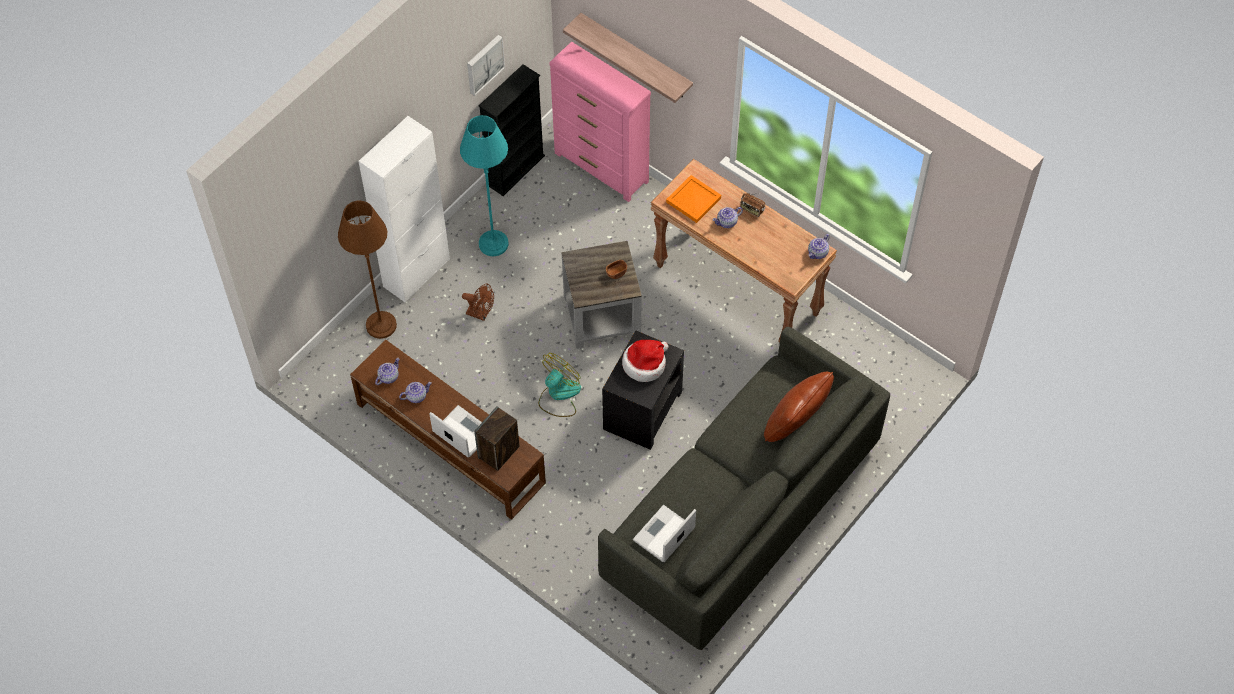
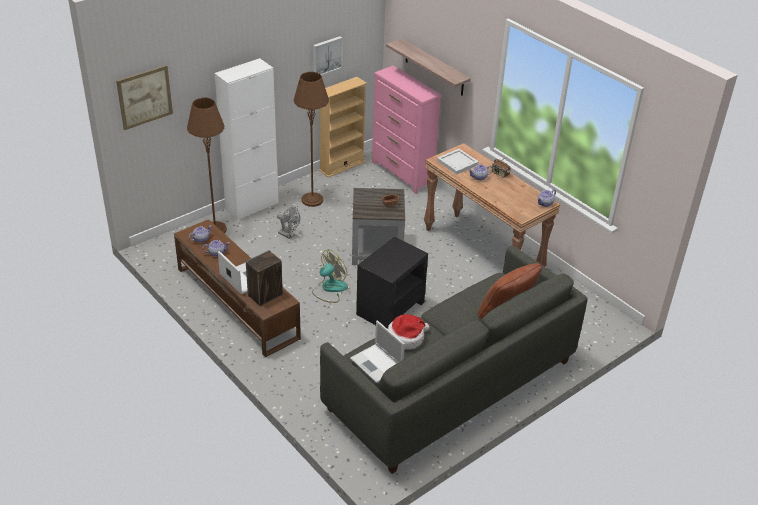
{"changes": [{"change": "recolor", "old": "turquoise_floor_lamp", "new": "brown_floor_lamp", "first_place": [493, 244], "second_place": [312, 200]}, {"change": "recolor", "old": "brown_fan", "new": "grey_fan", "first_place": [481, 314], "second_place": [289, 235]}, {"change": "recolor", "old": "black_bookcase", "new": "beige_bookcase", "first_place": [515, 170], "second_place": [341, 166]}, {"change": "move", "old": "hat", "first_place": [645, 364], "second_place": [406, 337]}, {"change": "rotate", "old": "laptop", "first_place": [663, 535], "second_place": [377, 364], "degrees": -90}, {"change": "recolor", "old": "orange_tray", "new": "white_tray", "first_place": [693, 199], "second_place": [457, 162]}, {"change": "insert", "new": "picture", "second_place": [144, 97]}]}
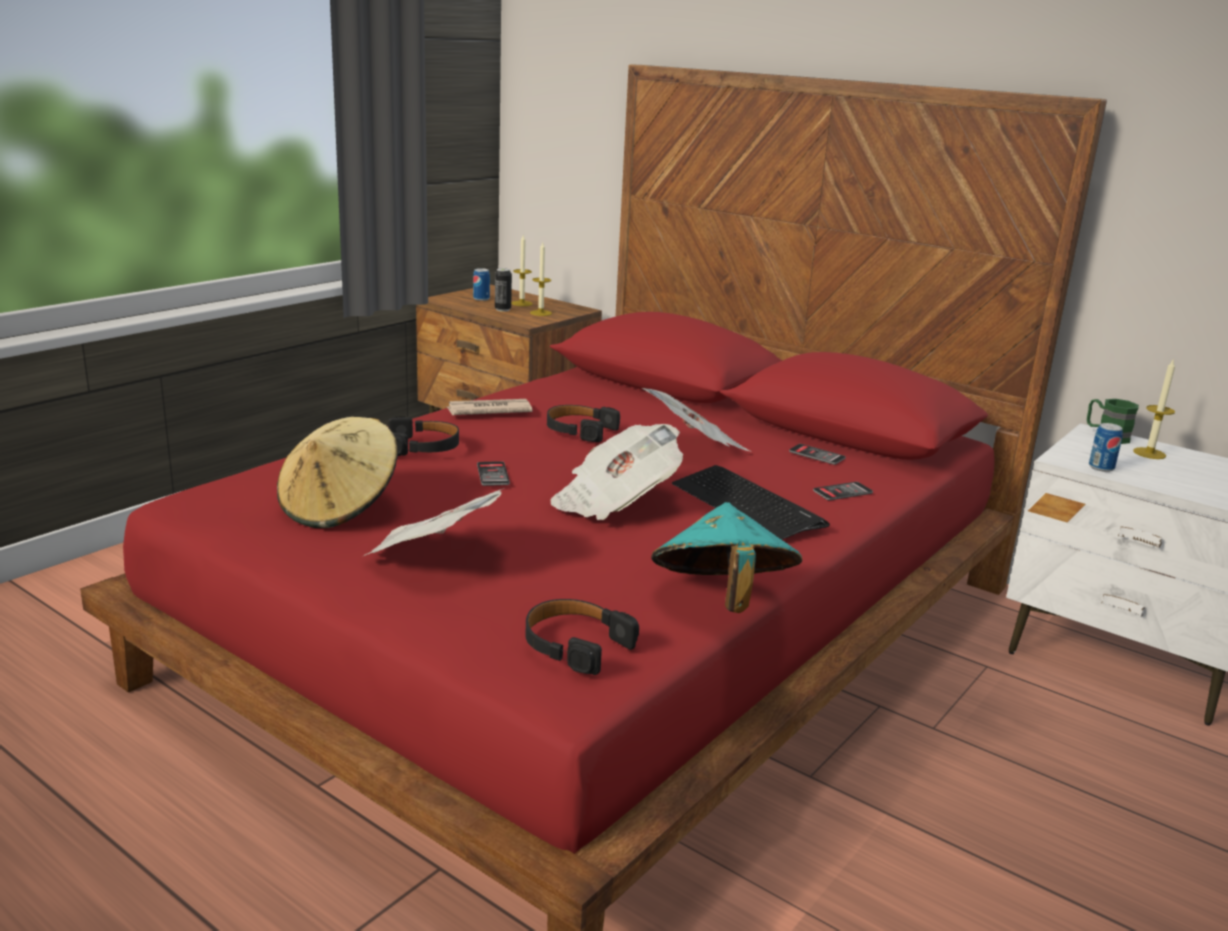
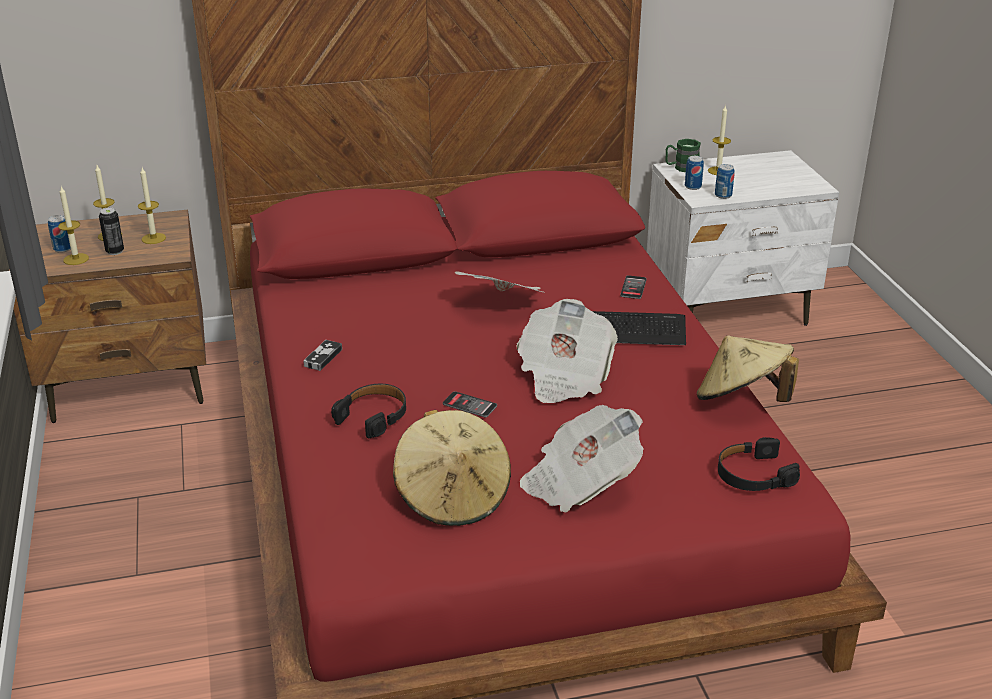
{"changes": [{"change": "replace", "old": "newspaper", "new": "game_controller", "first_place": [488, 411], "second_place": [323, 357]}, {"change": "delete", "old": "black_headphones", "first_place": [580, 430]}, {"change": "recolor", "old": "turquoise_hat", "new": "beige_hat", "first_place": [721, 600], "second_place": [741, 400]}, {"change": "delete", "old": "phone", "first_place": [817, 455]}, {"change": "insert", "new": "candle", "second_place": [76, 259]}, {"change": "insert", "new": "can", "second_place": [693, 186]}]}
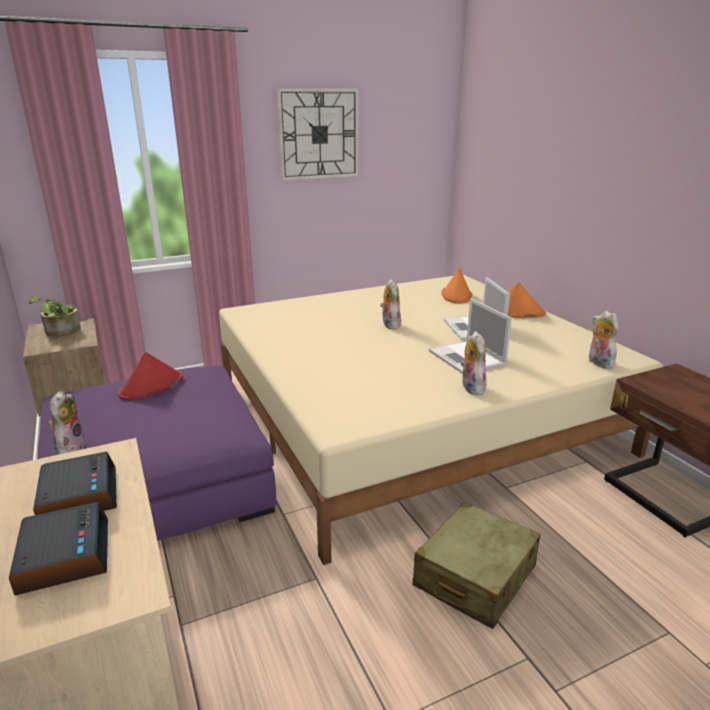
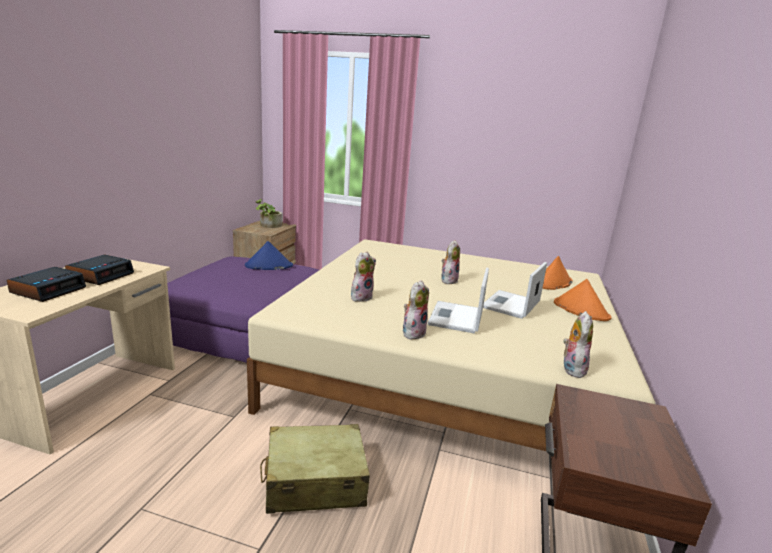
{"changes": [{"change": "move", "old": "plush_toy", "first_place": [70, 449], "second_place": [361, 297]}, {"change": "recolor", "old": "red_hat", "new": "blue_hat", "first_place": [151, 386], "second_place": [268, 266]}, {"change": "delete", "old": "wall_clock", "first_place": [319, 134]}]}
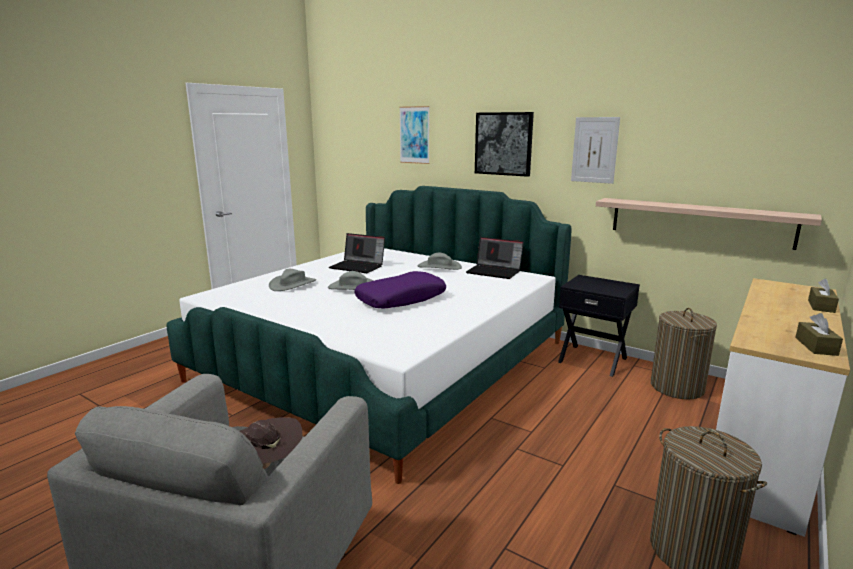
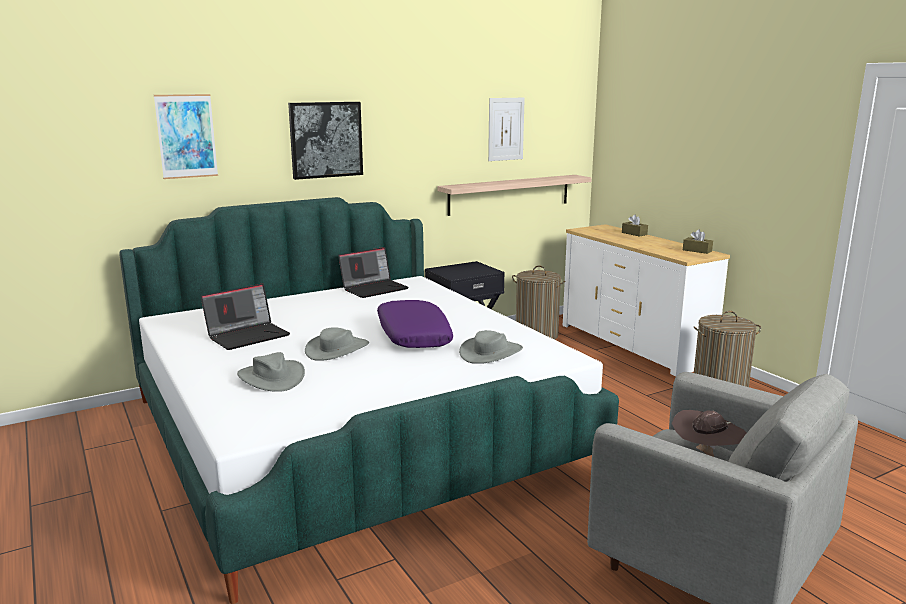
{"changes": [{"change": "move", "old": "grey_hat", "first_place": [439, 267], "second_place": [491, 353]}, {"change": "move", "old": "picture", "first_place": [594, 150], "second_place": [506, 129]}]}
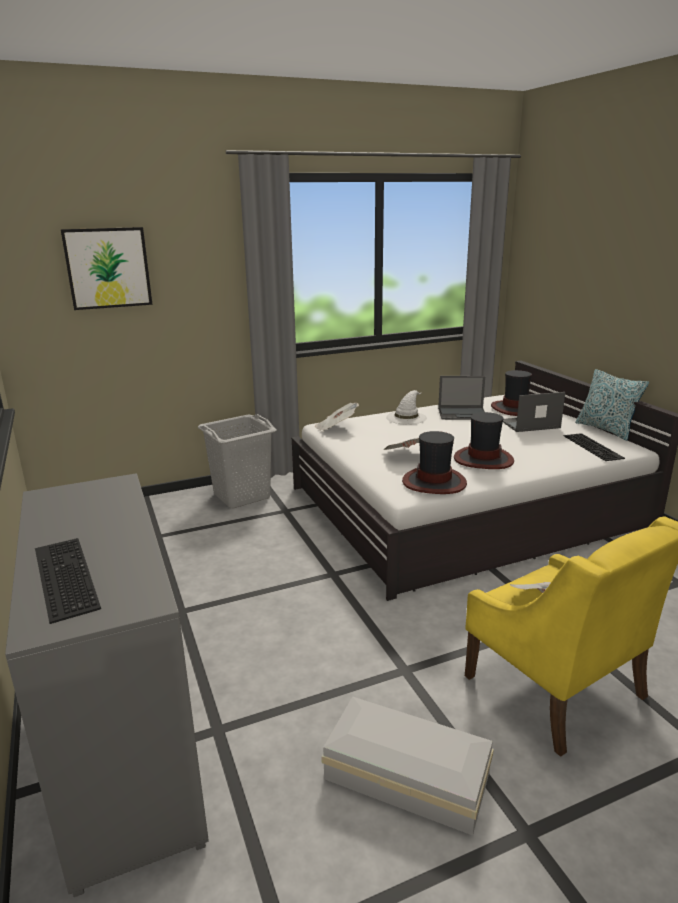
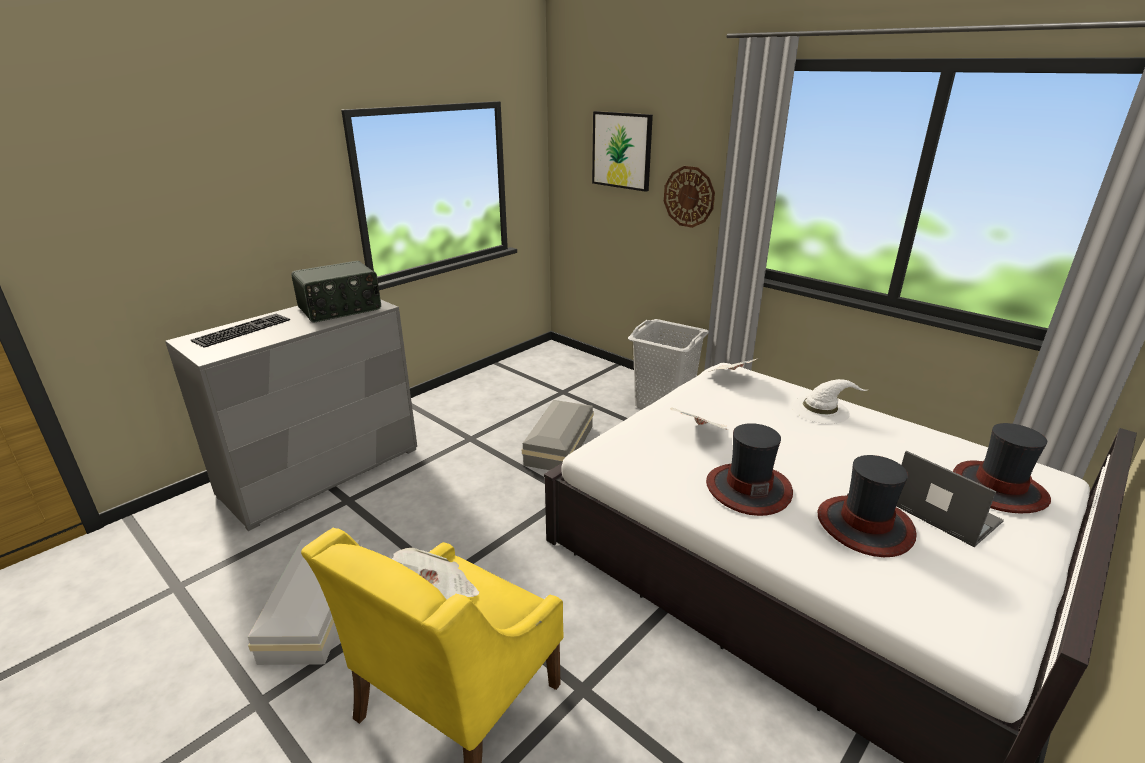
{"changes": [{"change": "move", "old": "hat", "first_place": [434, 482], "second_place": [865, 526]}, {"change": "delete", "old": "laptop", "first_place": [463, 414]}, {"change": "delete", "old": "keyboard", "first_place": [594, 447]}, {"change": "delete", "old": "pillow", "first_place": [606, 429]}, {"change": "insert", "new": "radio", "second_place": [340, 309]}, {"change": "insert", "new": "grey_storage_box", "second_place": [561, 444]}, {"change": "insert", "new": "wall_clock", "second_place": [689, 196]}]}
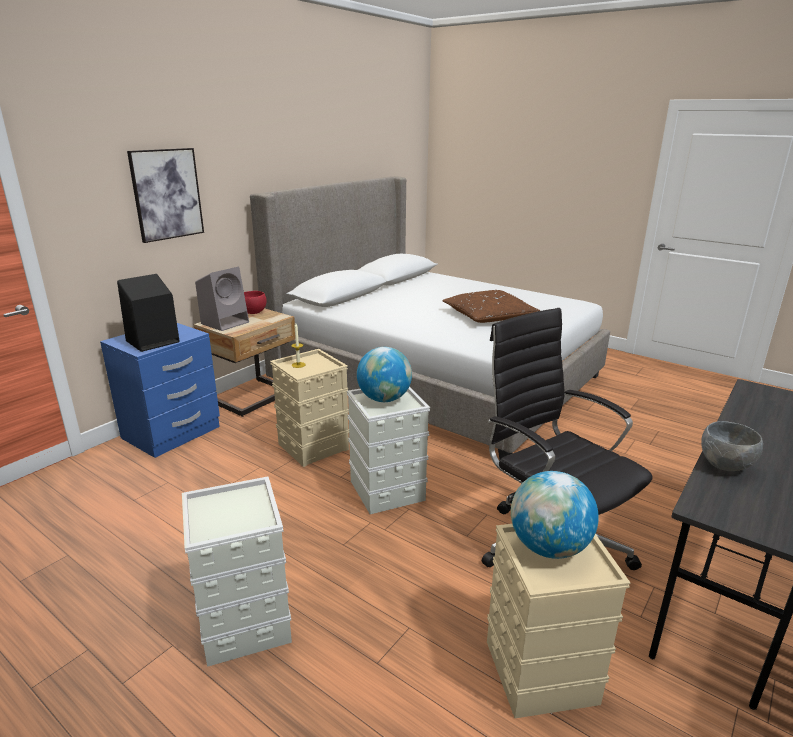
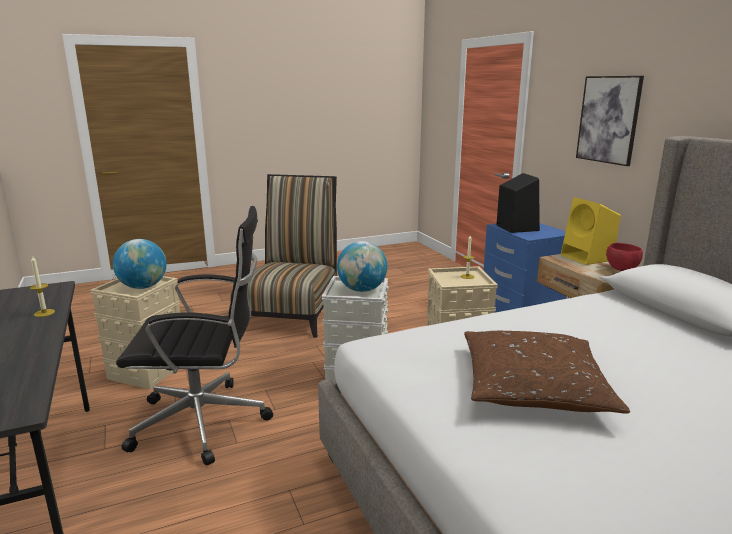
{"changes": [{"change": "replace", "old": "grey_storage_box", "new": "chair", "first_place": [244, 622], "second_place": [292, 312]}, {"change": "recolor", "old": "grey_speaker", "new": "yellow_speaker", "first_place": [225, 322], "second_place": [588, 258]}, {"change": "replace", "old": "grey_bowl", "new": "candle", "first_place": [725, 465], "second_place": [44, 313]}]}
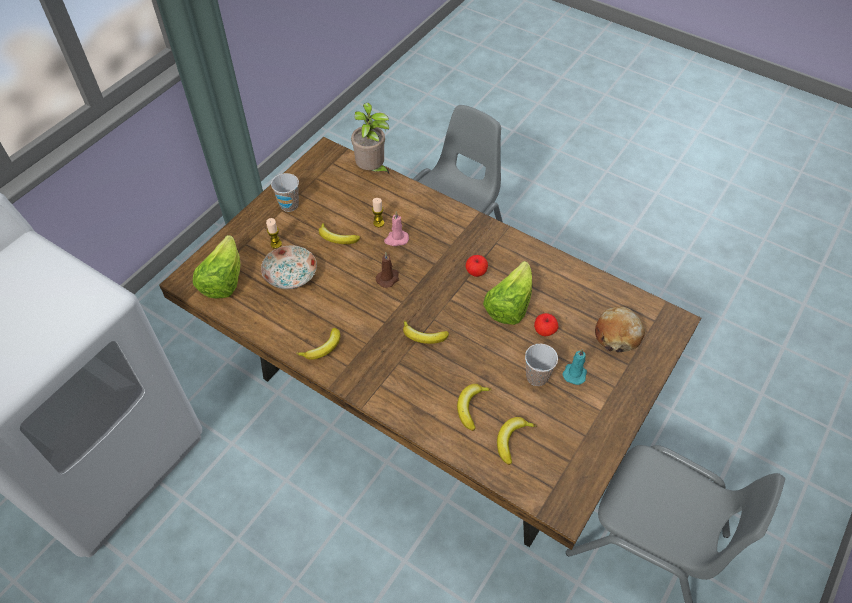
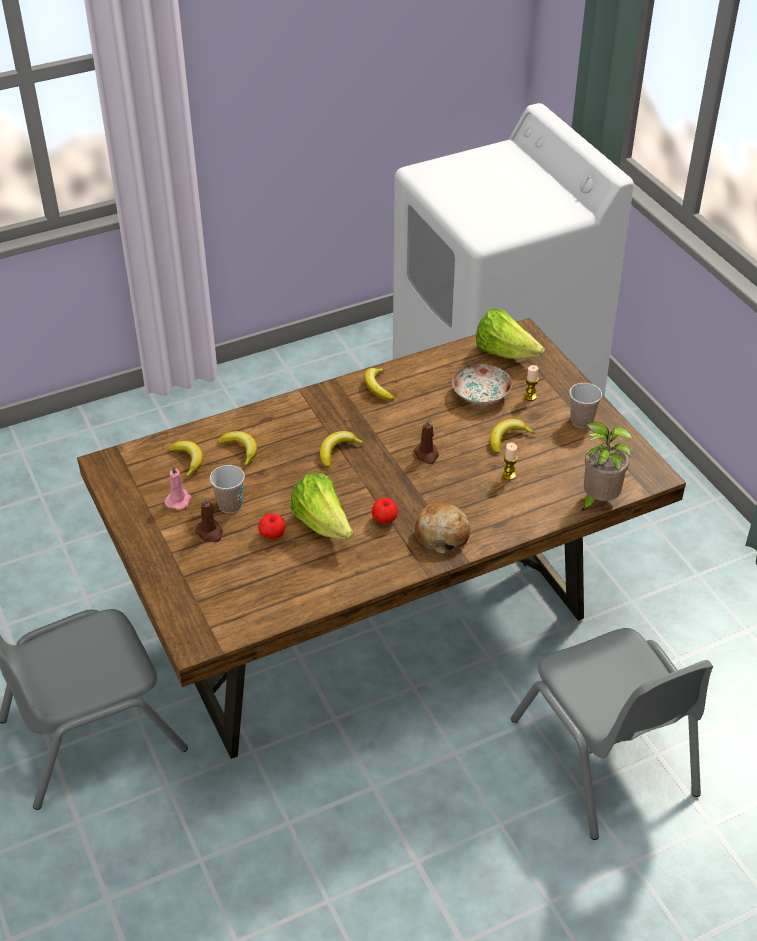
{"changes": [{"change": "move", "old": "pink_candle", "first_place": [396, 239], "second_place": [178, 500]}, {"change": "recolor", "old": "turquoise_candle", "new": "brown_candle", "first_place": [575, 373], "second_place": [210, 533]}, {"change": "move", "old": "bread", "first_place": [617, 334], "second_place": [442, 534]}]}
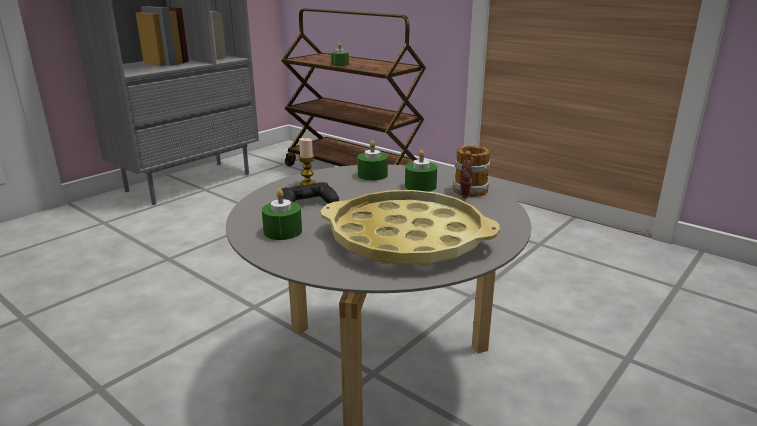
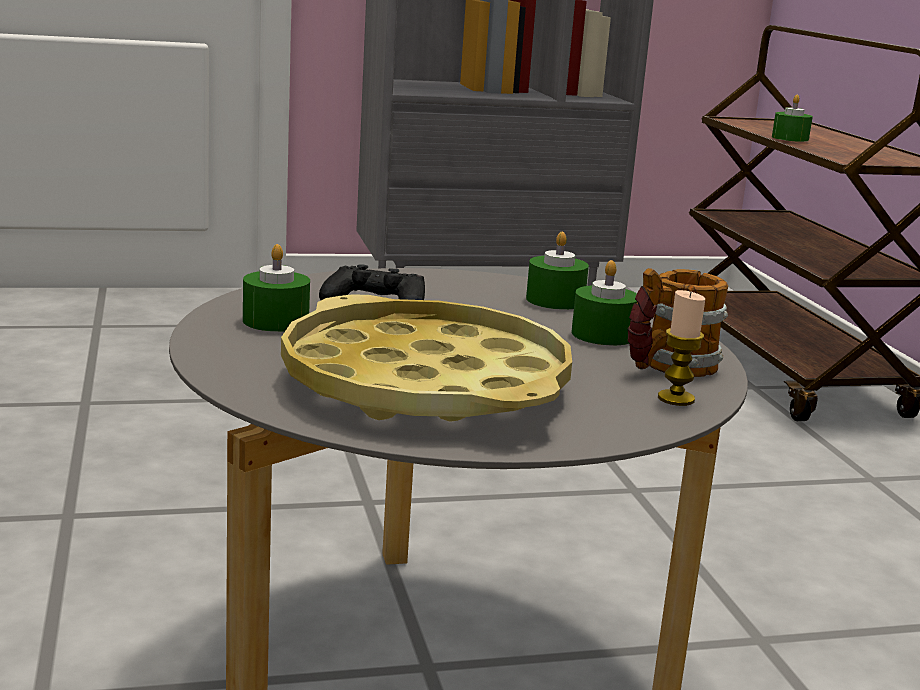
{"changes": [{"change": "move", "old": "candle", "first_place": [307, 183], "second_place": [676, 399]}]}
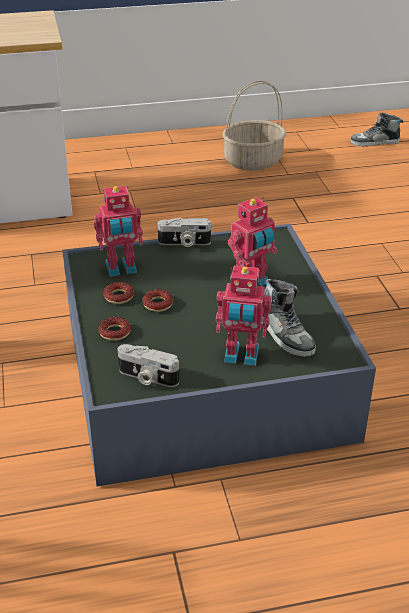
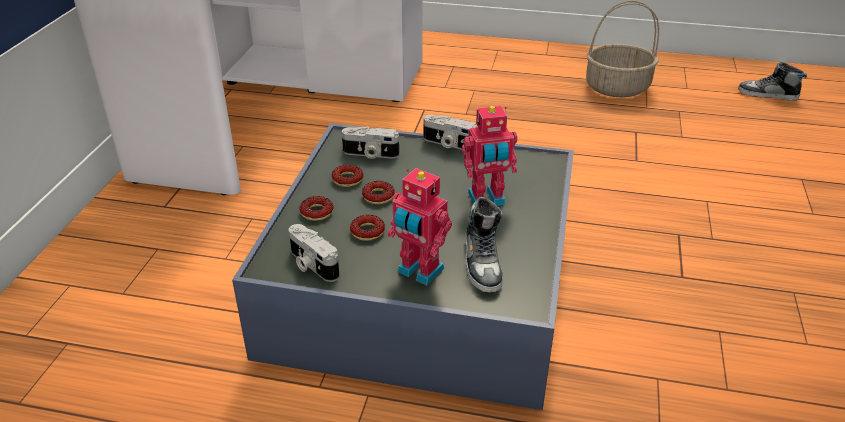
{"changes": [{"change": "replace", "old": "toy_robot", "new": "photo_camera", "first_place": [121, 269], "second_place": [370, 154]}, {"change": "insert", "new": "donut", "second_place": [367, 231]}]}
